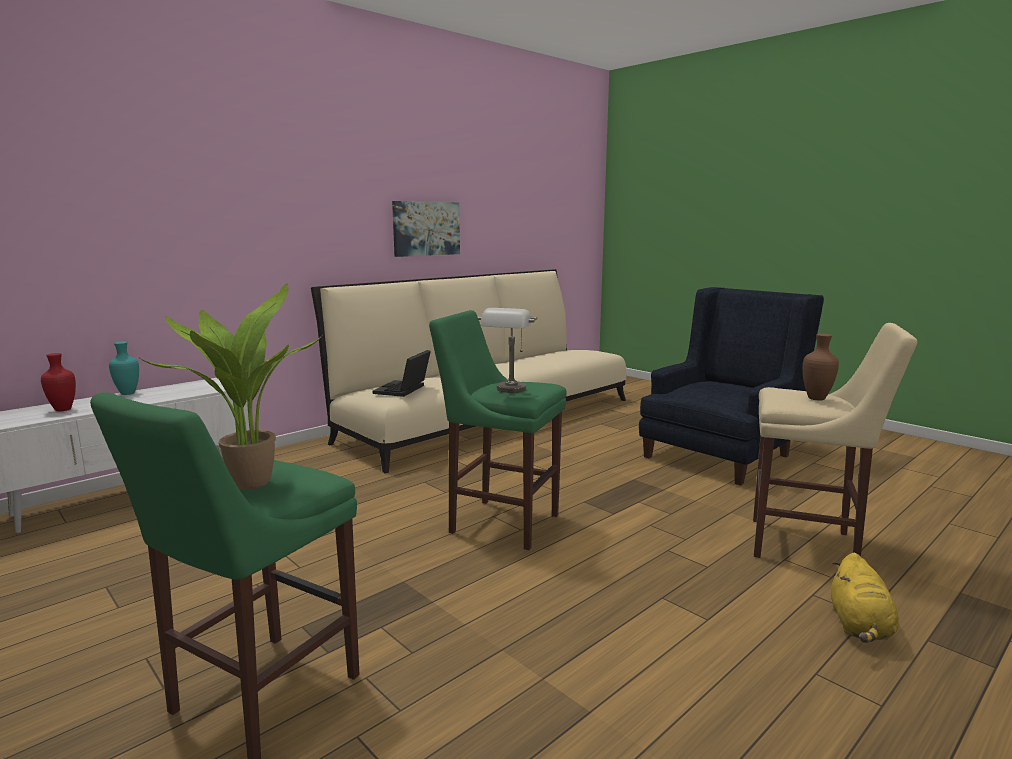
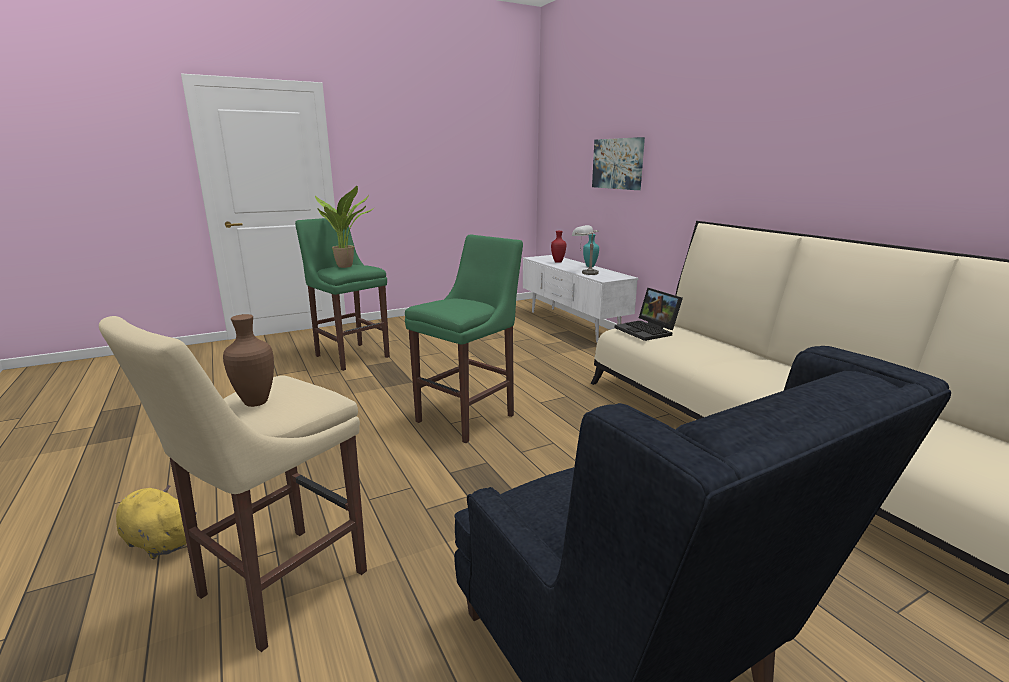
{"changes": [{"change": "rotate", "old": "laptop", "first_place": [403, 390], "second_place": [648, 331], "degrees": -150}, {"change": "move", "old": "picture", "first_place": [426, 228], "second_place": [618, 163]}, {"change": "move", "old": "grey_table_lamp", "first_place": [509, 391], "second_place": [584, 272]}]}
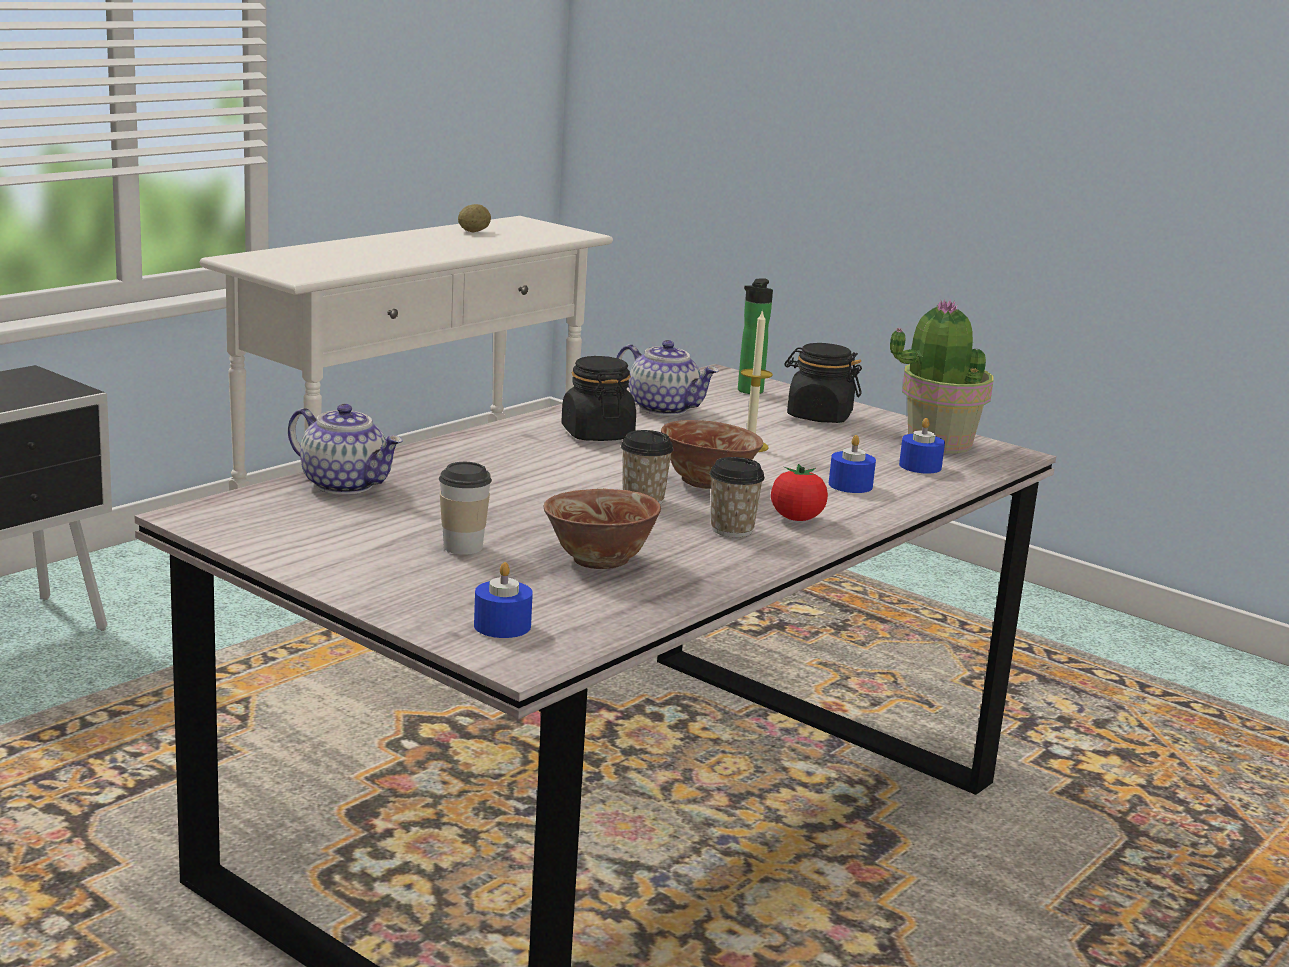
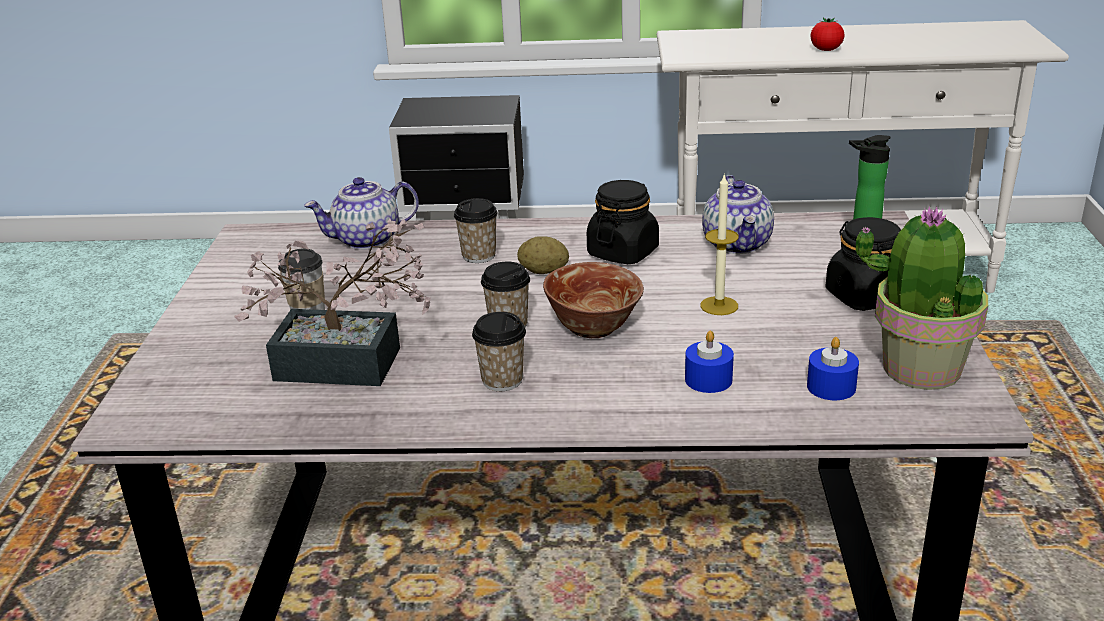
{"changes": [{"change": "rotate", "old": "teapot", "first_place": [345, 485], "second_place": [366, 240], "degrees": 75}, {"change": "move", "old": "potato", "first_place": [474, 231], "second_place": [543, 272]}, {"change": "delete", "old": "blue_candle", "first_place": [502, 626]}, {"change": "replace", "old": "bowl", "new": "potted_plant", "first_place": [599, 561], "second_place": [352, 365]}, {"change": "move", "old": "tomato", "first_place": [796, 519], "second_place": [826, 50]}, {"change": "insert", "new": "cup", "second_place": [479, 256]}]}
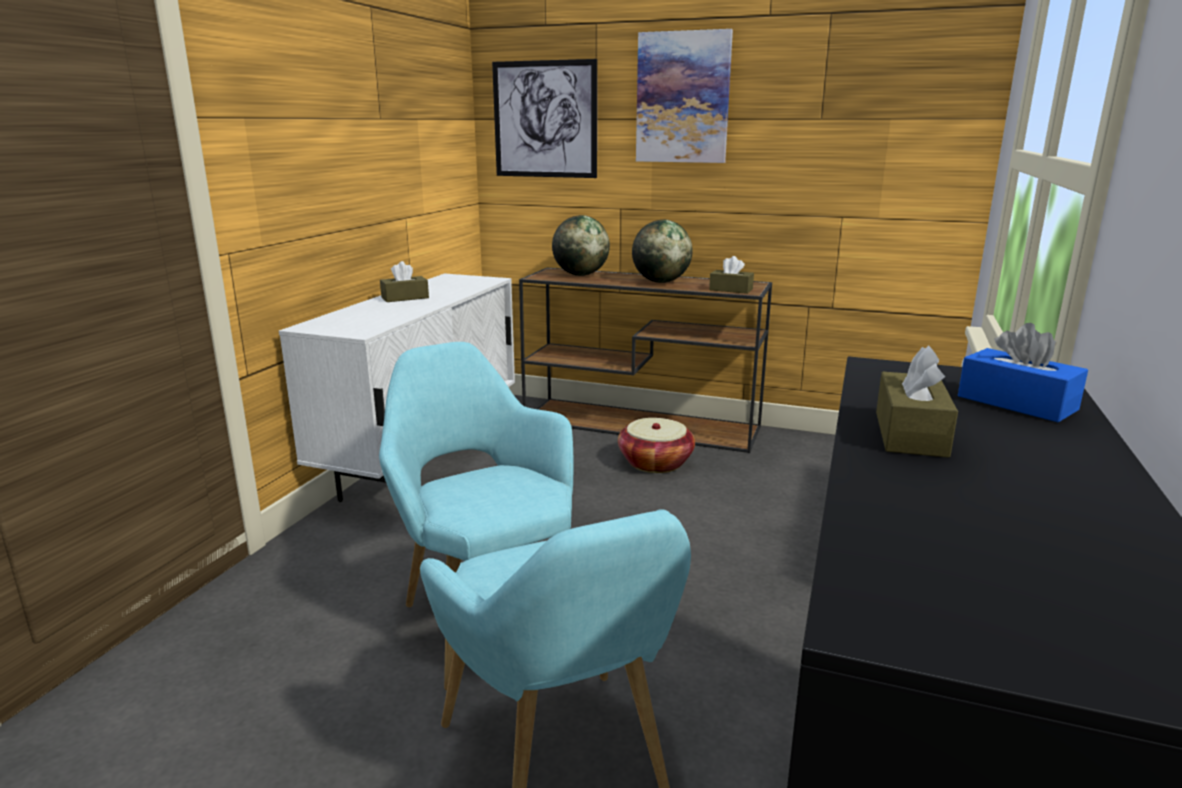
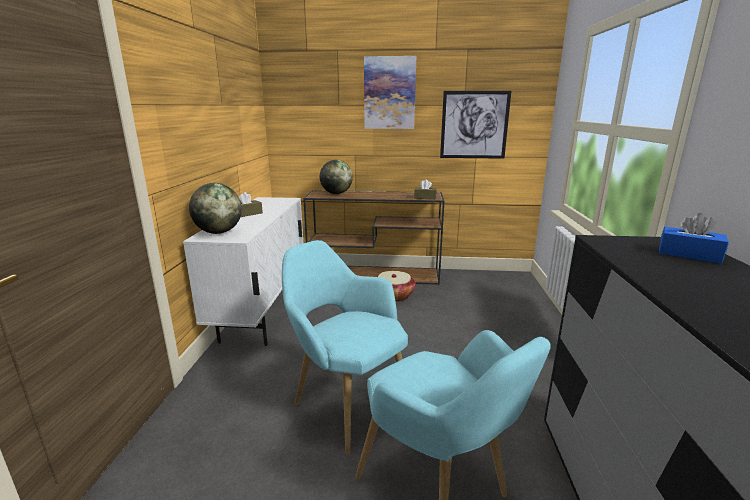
{"changes": [{"change": "move", "old": "picture", "first_place": [545, 120], "second_place": [474, 125]}, {"change": "move", "old": "globe", "first_place": [660, 282], "second_place": [218, 232]}, {"change": "delete", "old": "brown_tissue_box", "first_place": [910, 434]}]}
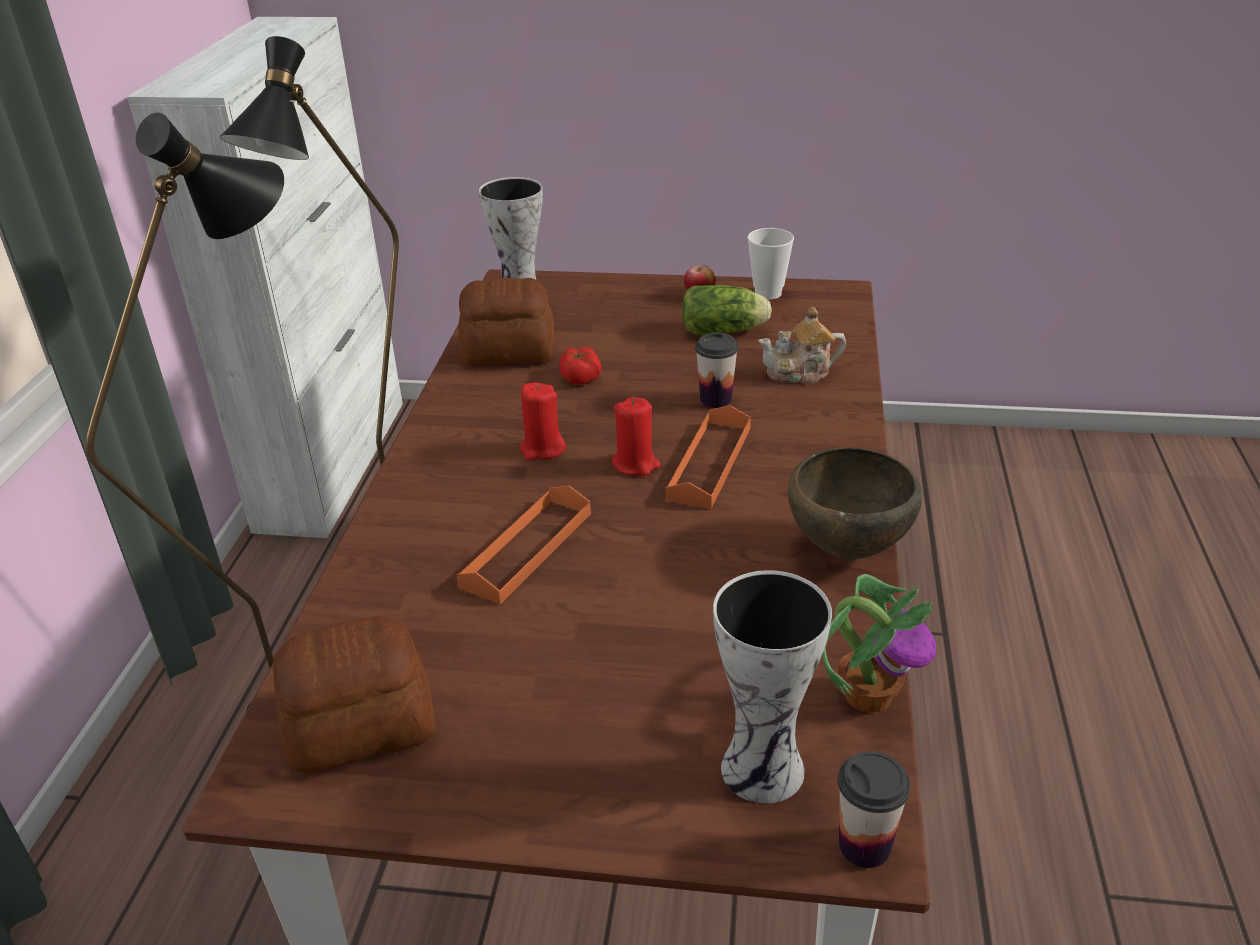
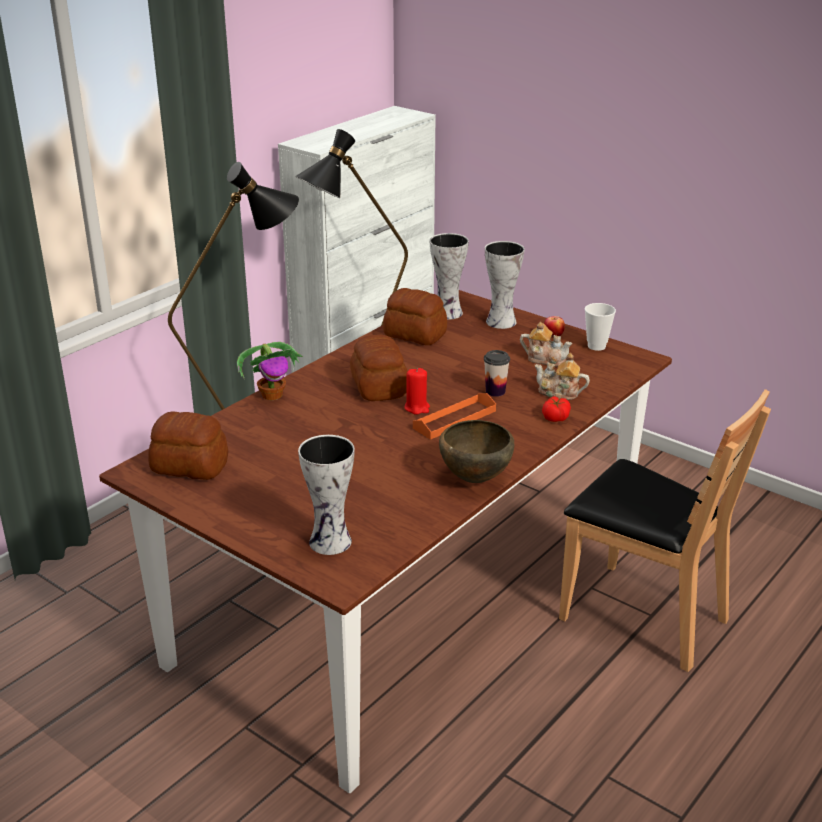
{"changes": [{"change": "delete", "old": "orange_tray", "first_place": [527, 549]}, {"change": "replace", "old": "red_candle", "new": "bread", "first_place": [542, 449], "second_place": [379, 386]}, {"change": "move", "old": "tomato", "first_place": [580, 377], "second_place": [555, 417]}, {"change": "replace", "old": "lettuce", "new": "teapot", "first_place": [726, 331], "second_place": [545, 359]}, {"change": "move", "old": "potted_plant", "first_place": [868, 694], "second_place": [272, 395]}, {"change": "delete", "old": "cup", "first_place": [864, 846]}, {"change": "insert", "new": "vase", "second_place": [499, 321]}, {"change": "insert", "new": "brown_chair", "second_place": [642, 616]}]}
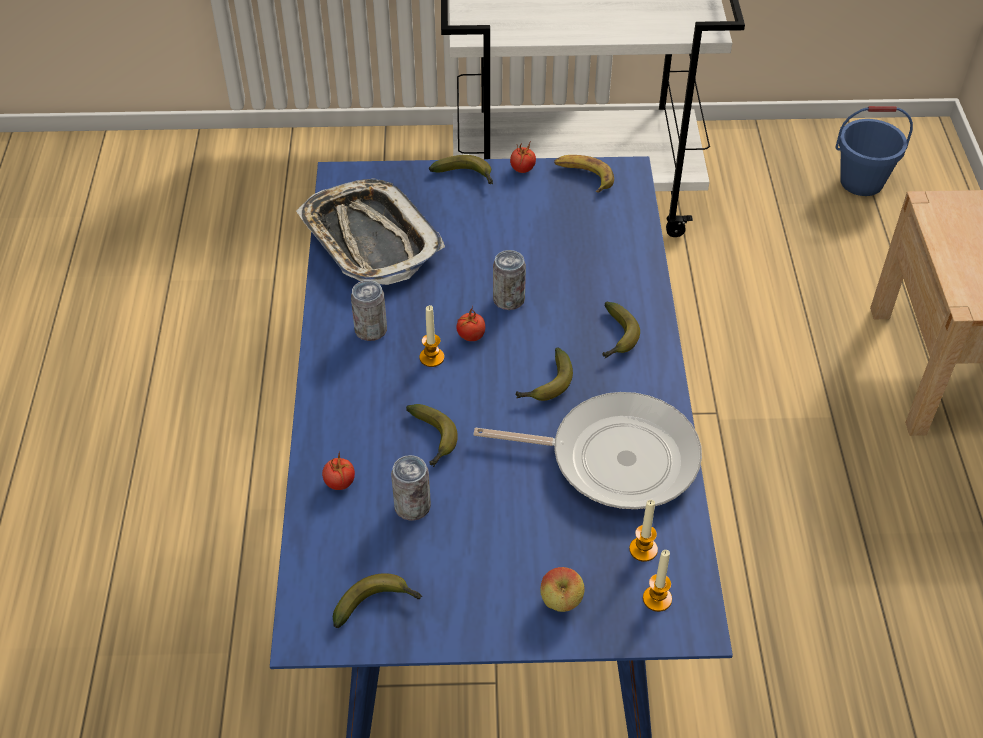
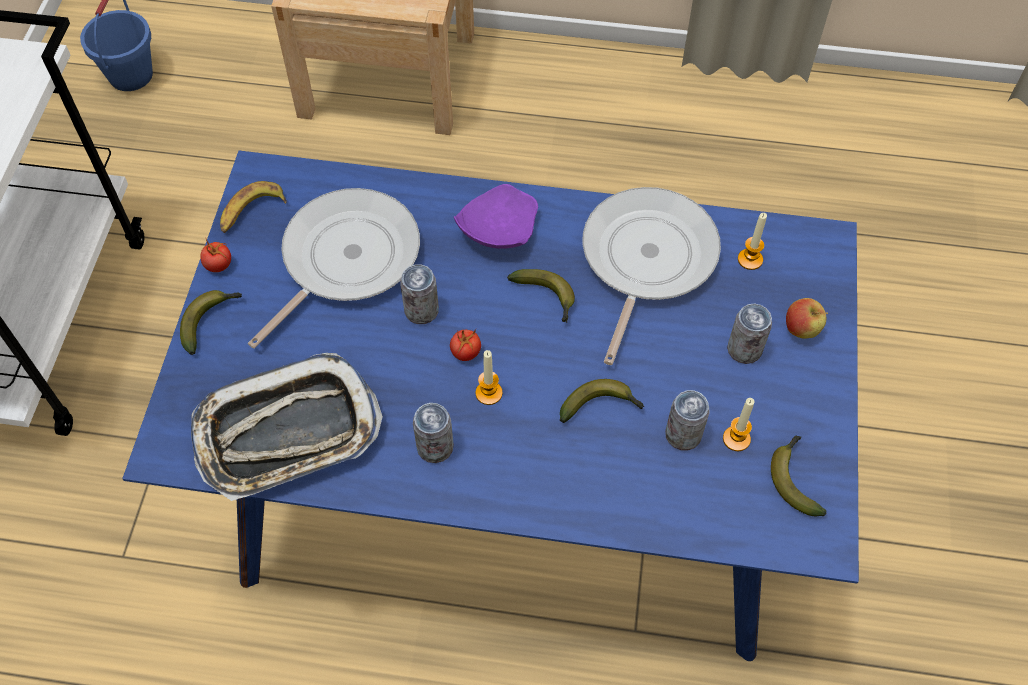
{"changes": [{"change": "delete", "old": "tomato", "first_place": [340, 483]}, {"change": "replace", "old": "banana", "new": "purple_plate", "first_place": [616, 338], "second_place": [497, 229]}, {"change": "move", "old": "candle", "first_place": [657, 599], "second_place": [736, 439]}, {"change": "insert", "new": "frying_pan", "second_place": [345, 259]}, {"change": "insert", "new": "can", "second_place": [744, 350]}]}
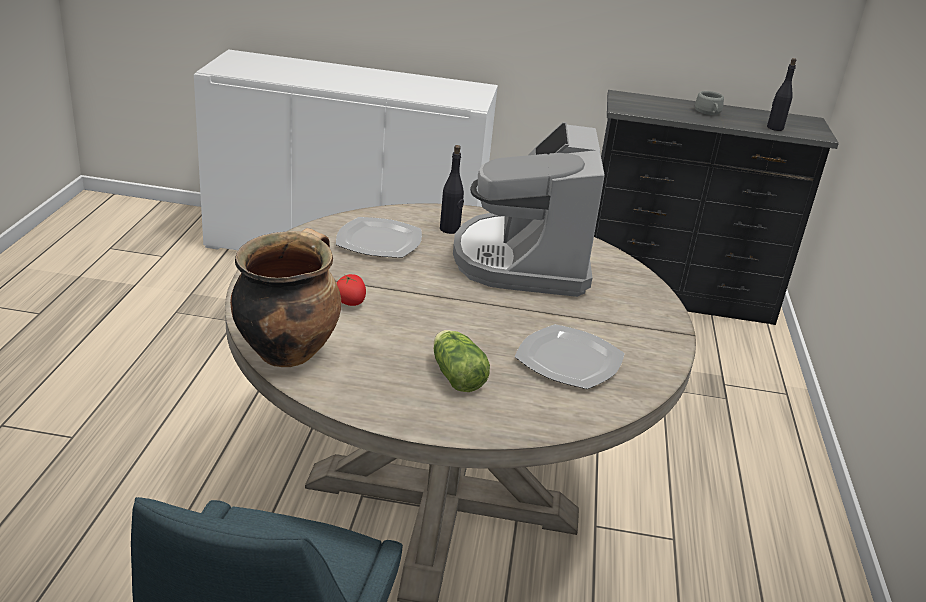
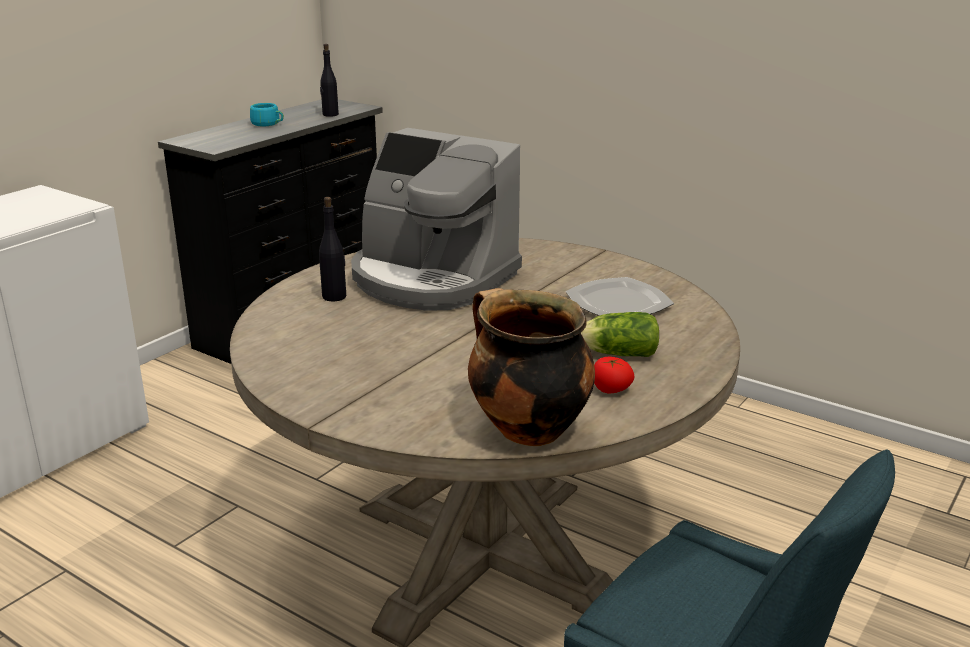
{"changes": [{"change": "delete", "old": "plate", "first_place": [378, 241]}, {"change": "move", "old": "tomato", "first_place": [350, 302], "second_place": [610, 390]}, {"change": "recolor", "old": "grey_cup", "new": "turquoise_cup", "first_place": [708, 112], "second_place": [268, 124]}]}
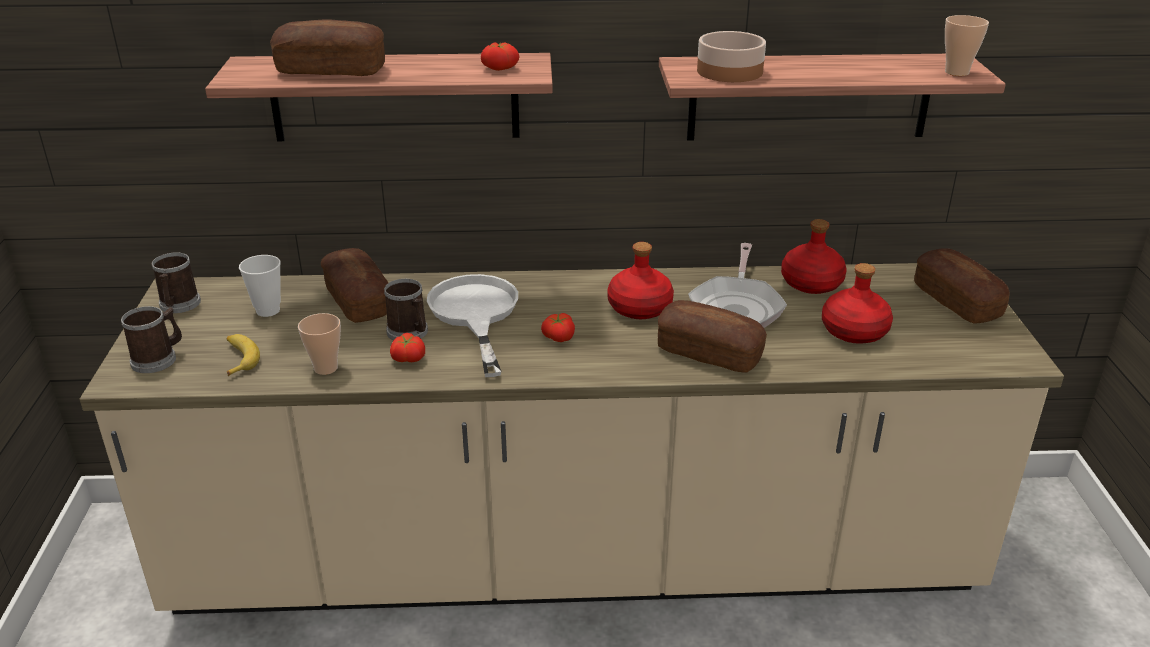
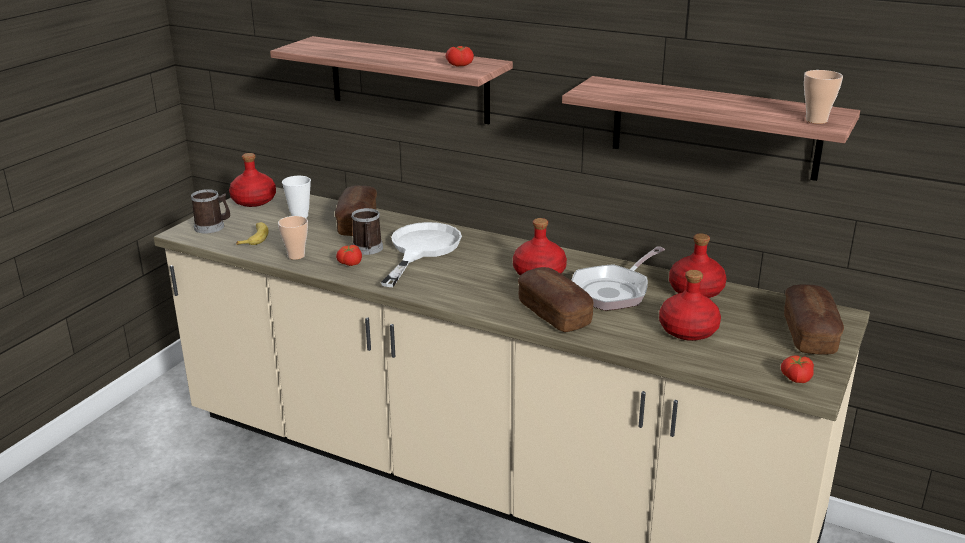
{"changes": [{"change": "replace", "old": "mug", "new": "red_bottle", "first_place": [178, 305], "second_place": [254, 201]}, {"change": "delete", "old": "bread", "first_place": [331, 70]}, {"change": "move", "old": "tomato", "first_place": [558, 337], "second_place": [795, 378]}, {"change": "delete", "old": "bowl", "first_place": [730, 71]}]}
